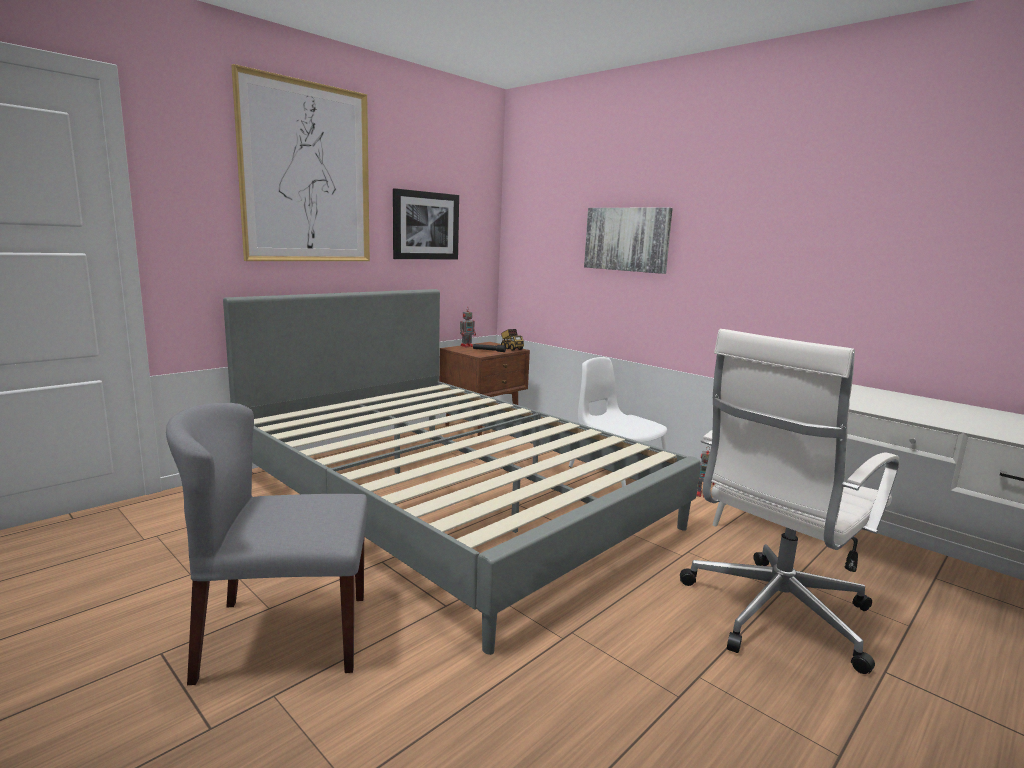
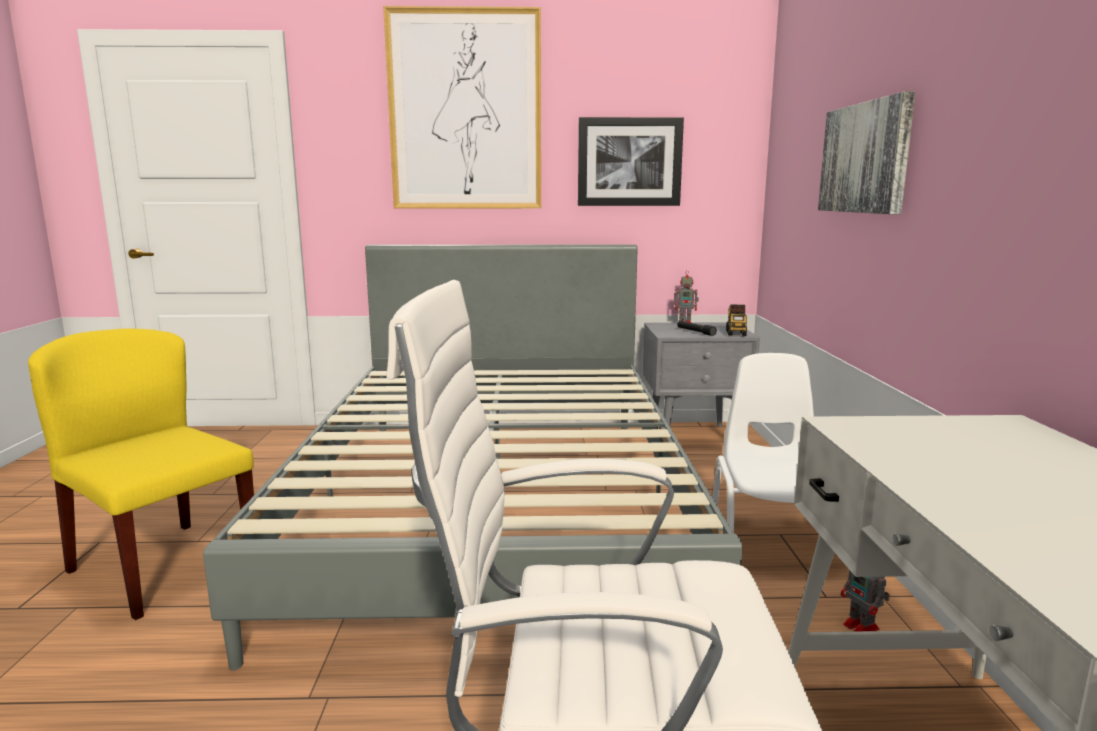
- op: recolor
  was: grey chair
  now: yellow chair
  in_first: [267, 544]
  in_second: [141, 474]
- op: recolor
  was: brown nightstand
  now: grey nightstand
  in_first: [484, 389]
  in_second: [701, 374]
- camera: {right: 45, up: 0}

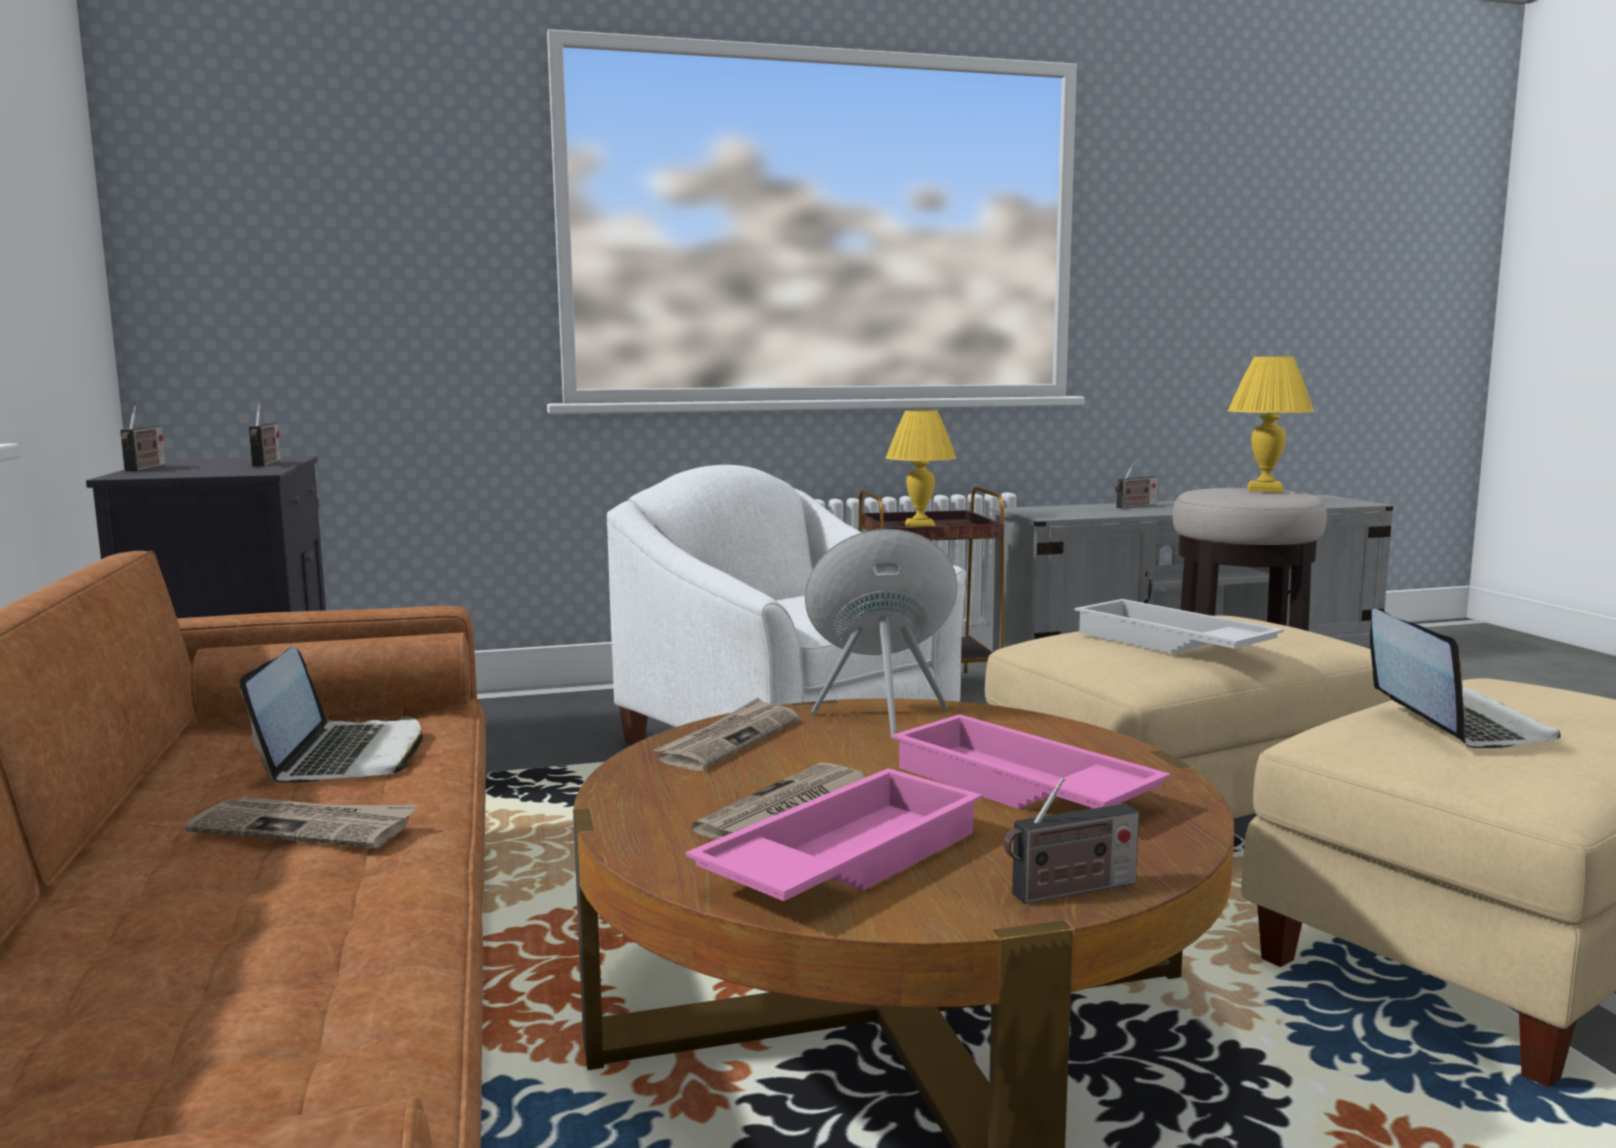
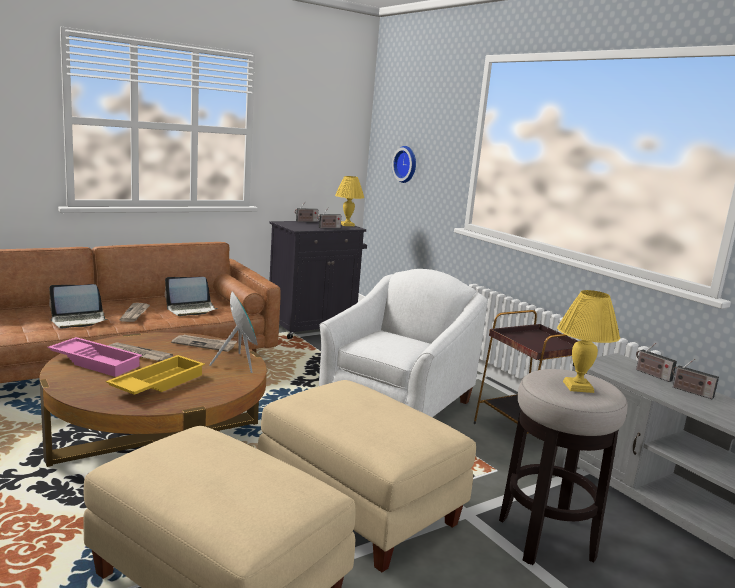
- op: delete
  was: white tray
  in_first: [1179, 626]
- op: insert
  now: wall clock
  in_second: [404, 164]
- op: move
  was: yellow table lamp
  in_first: [921, 468]
  in_second: [349, 201]
- op: move
  was: radio
  in_first: [1071, 840]
  in_second: [656, 362]
- op: move
  was: laptop
  in_first: [1465, 678]
  in_second: [78, 306]
- op: recolor
  was: pink tray
  now: yellow tray
  in_first: [1031, 761]
  in_second: [155, 375]
- camera: {right: 70, up: 5}

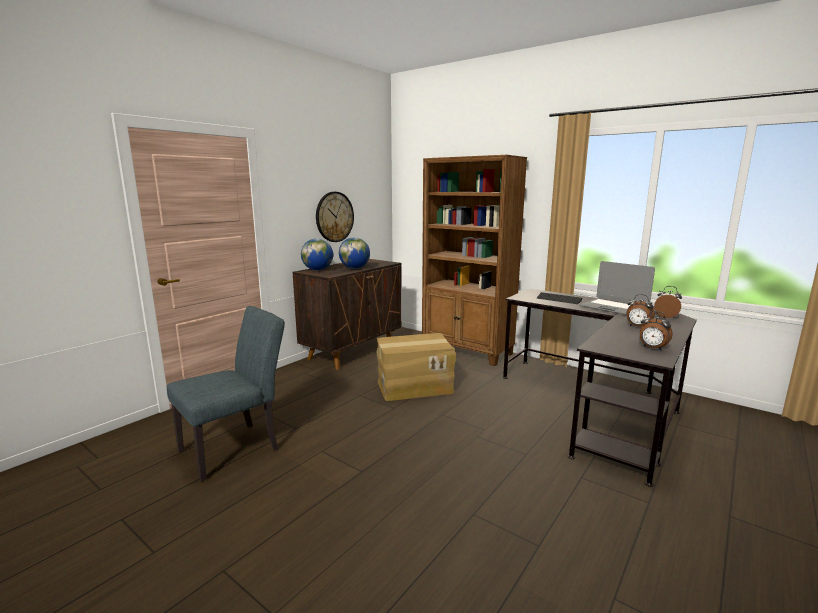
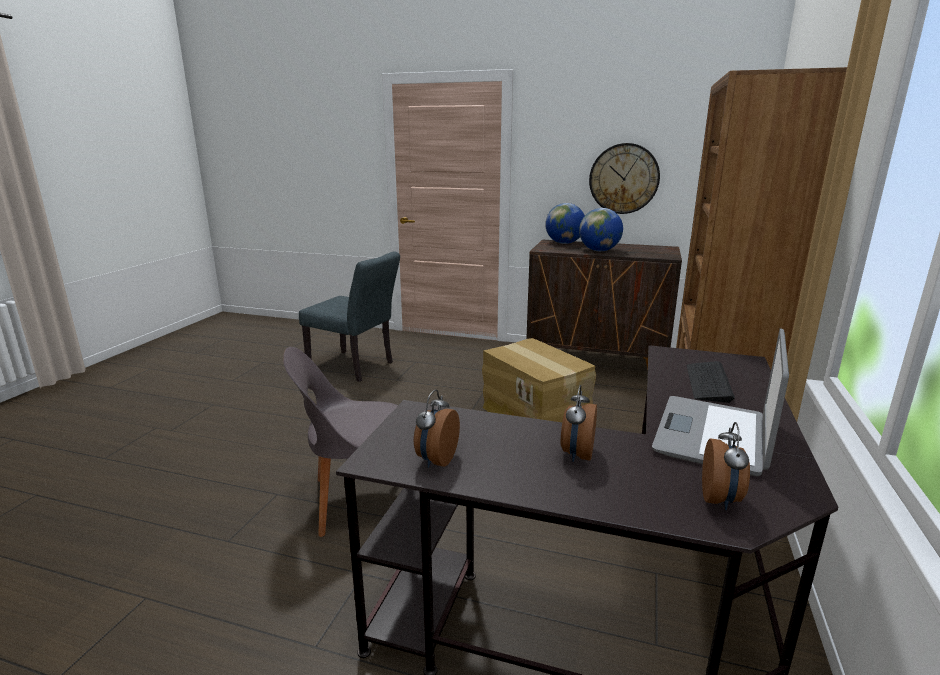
- op: insert
  now: grey chair
  in_second: [340, 442]
- camera: {right: 70, up: 5}

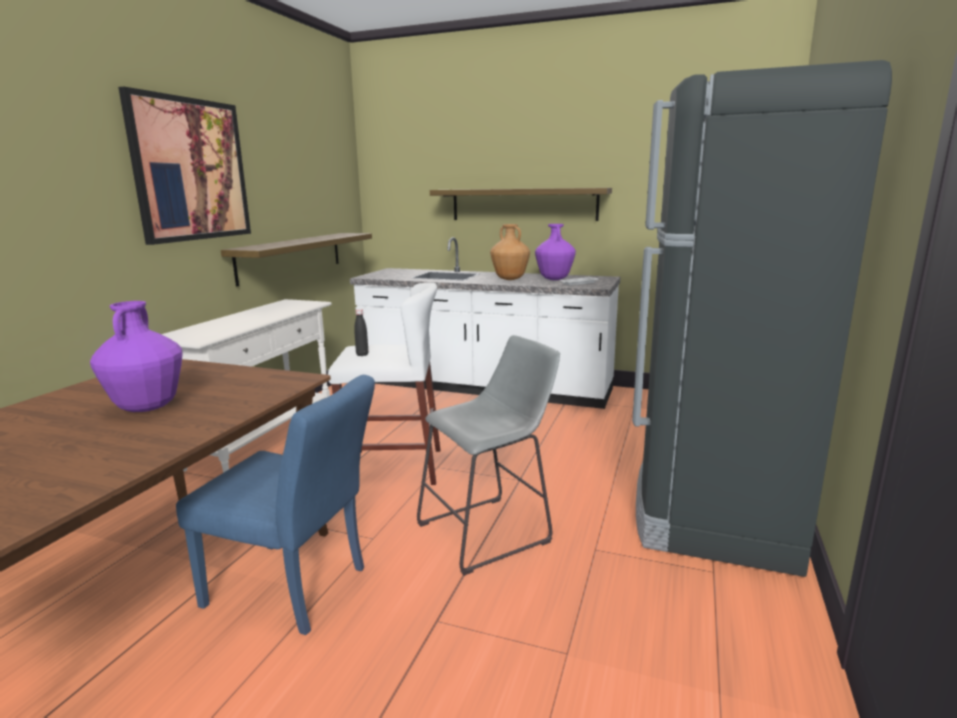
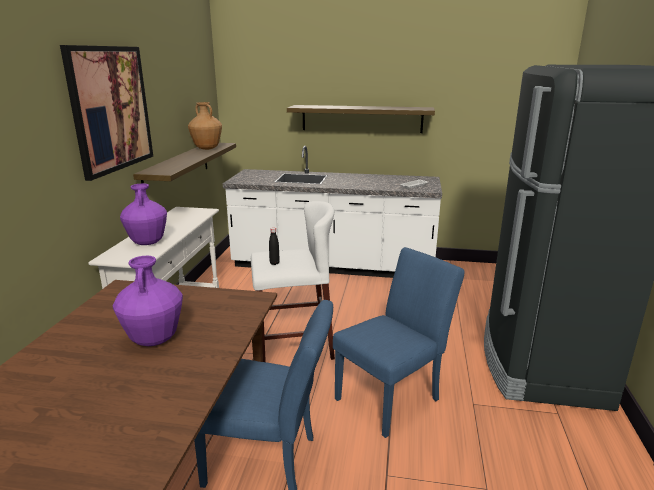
- op: move
  was: brown vase
  in_first: [510, 252]
  in_second: [205, 126]
- op: move
  was: purple vase
  in_first: [555, 252]
  in_second: [143, 214]
- op: replace
  was: grey stool
  now: blue chair
  in_first: [488, 455]
  in_second: [399, 342]
- camera: {right: -10, up: 5}

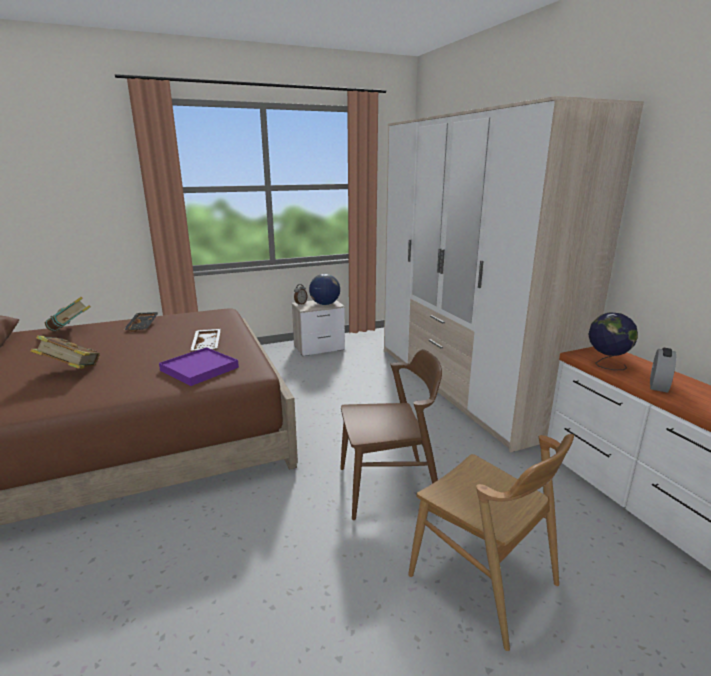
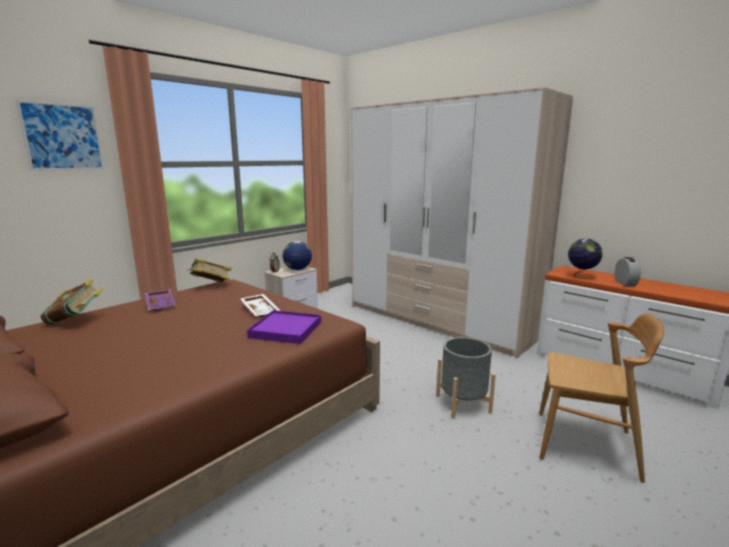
- op: insert
  now: picture
  in_second: [60, 135]
- op: move
  was: book
  in_first: [65, 352]
  in_second: [209, 270]
- op: replace
  was: brown chair
  now: grey planter
  in_first: [391, 434]
  in_second: [466, 378]
- op: recolor
  was: black tray
  now: purple tray
  in_first: [141, 322]
  in_second: [160, 300]
- camera: {right: -25, up: -5}

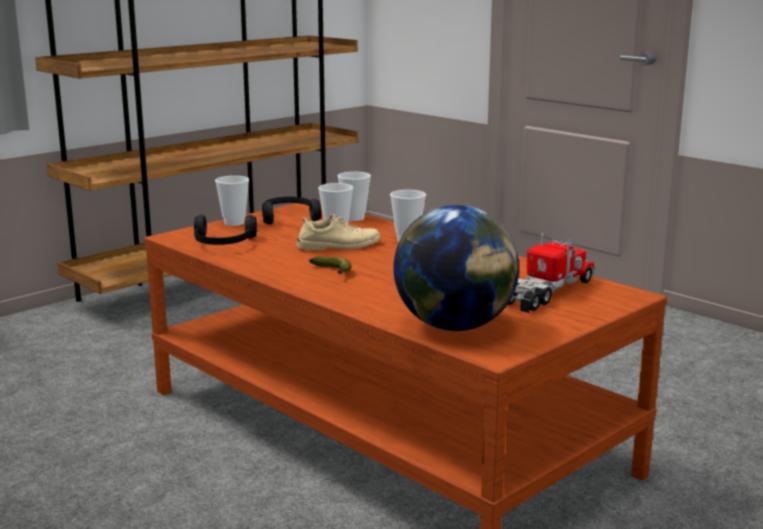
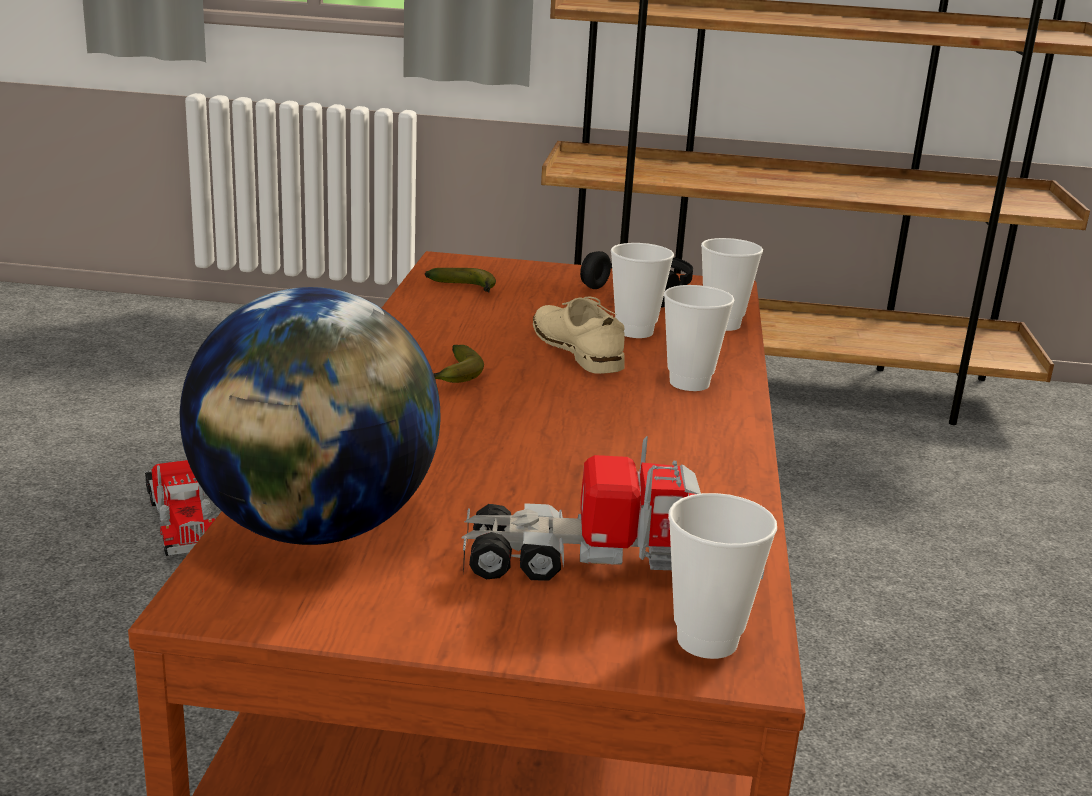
- op: insert
  now: toy truck
  in_second: [180, 508]
- op: move
  was: cup
  in_first: [232, 201]
  in_second: [722, 576]
- op: replace
  was: black headphones
  now: banana
  in_first: [225, 230]
  in_second: [460, 280]
- op: rotate
  was: beige shoe
  in_first: [339, 232]
  in_second: [579, 335]
  clockwise: -150
- camera: {right: 50, up: 5}

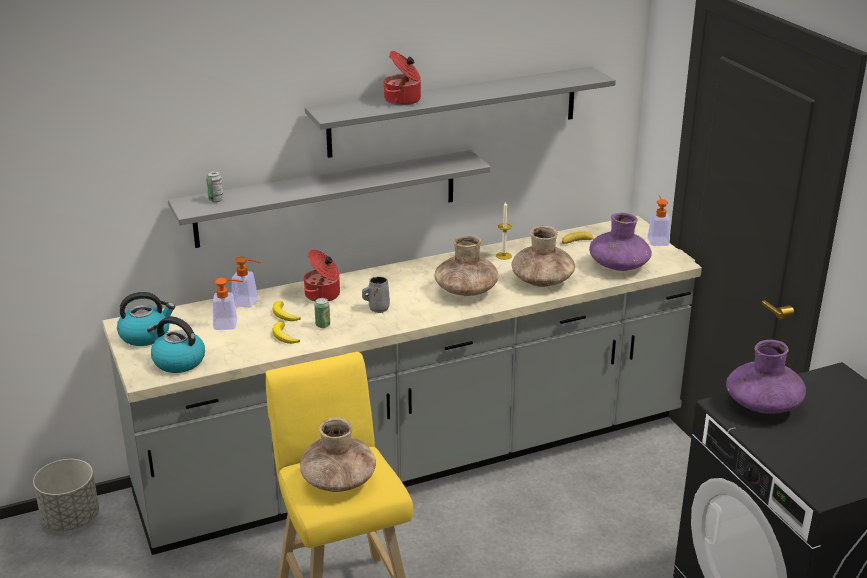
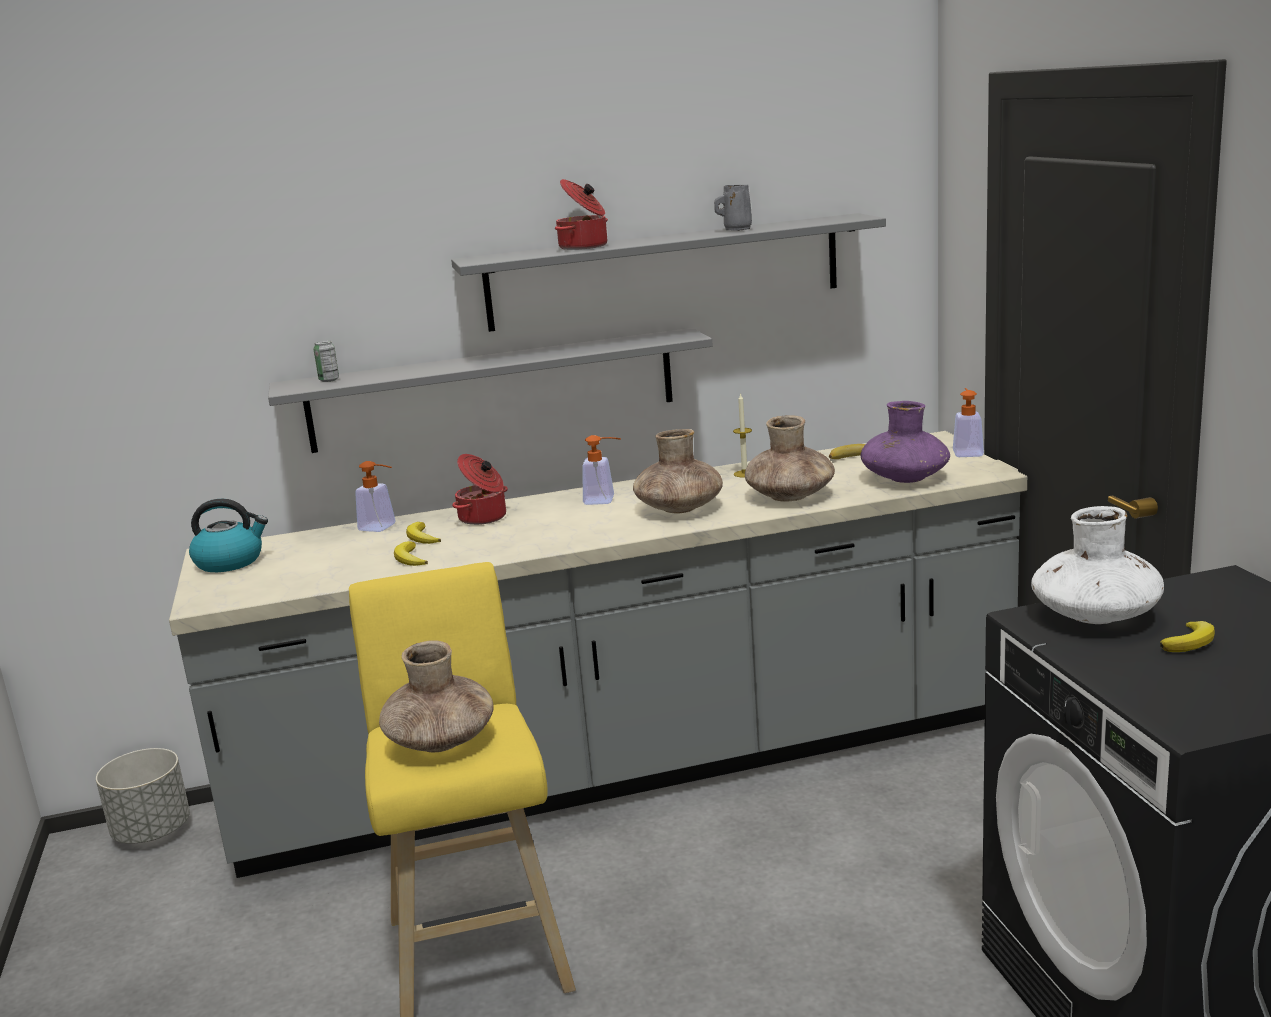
- op: delete
  was: kettle
  in_first: [176, 344]
- op: delete
  was: can
  in_first: [322, 313]
- op: insert
  now: banana
  in_second: [1187, 636]
- op: move
  was: soap dispenser
  in_first: [228, 304]
  in_second: [601, 470]
- op: move
  was: grey mug
  in_first: [376, 294]
  in_second: [733, 207]
- op: recolor
  was: purple vase
  now: white vase
  in_first: [766, 377]
  in_second: [1097, 565]
- camera: {right: 10, up: -10}

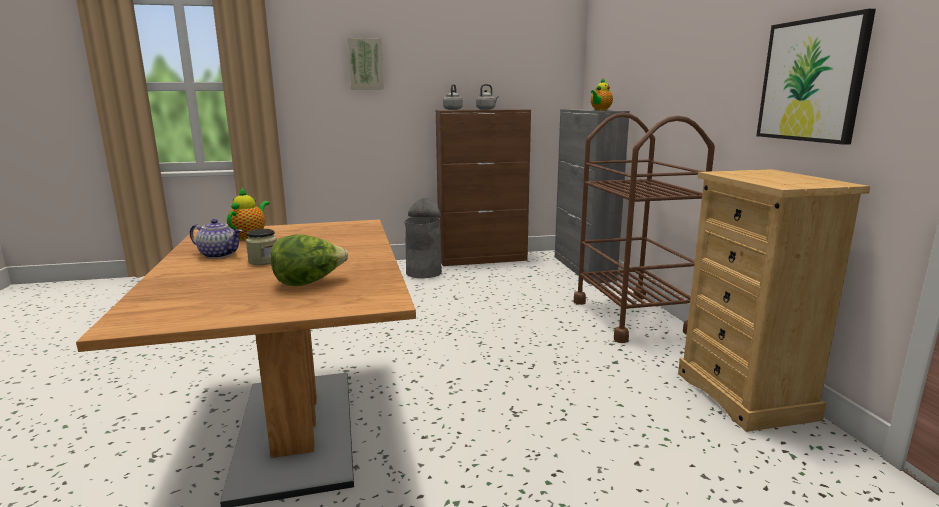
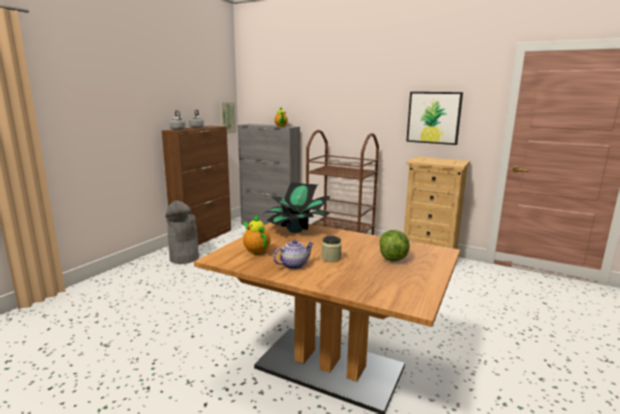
- op: insert
  now: potted plant
  in_second: [296, 208]
- op: move
  was: picture
  in_first: [366, 64]
  in_second: [227, 118]
- camera: {right: -50, up: 0}

